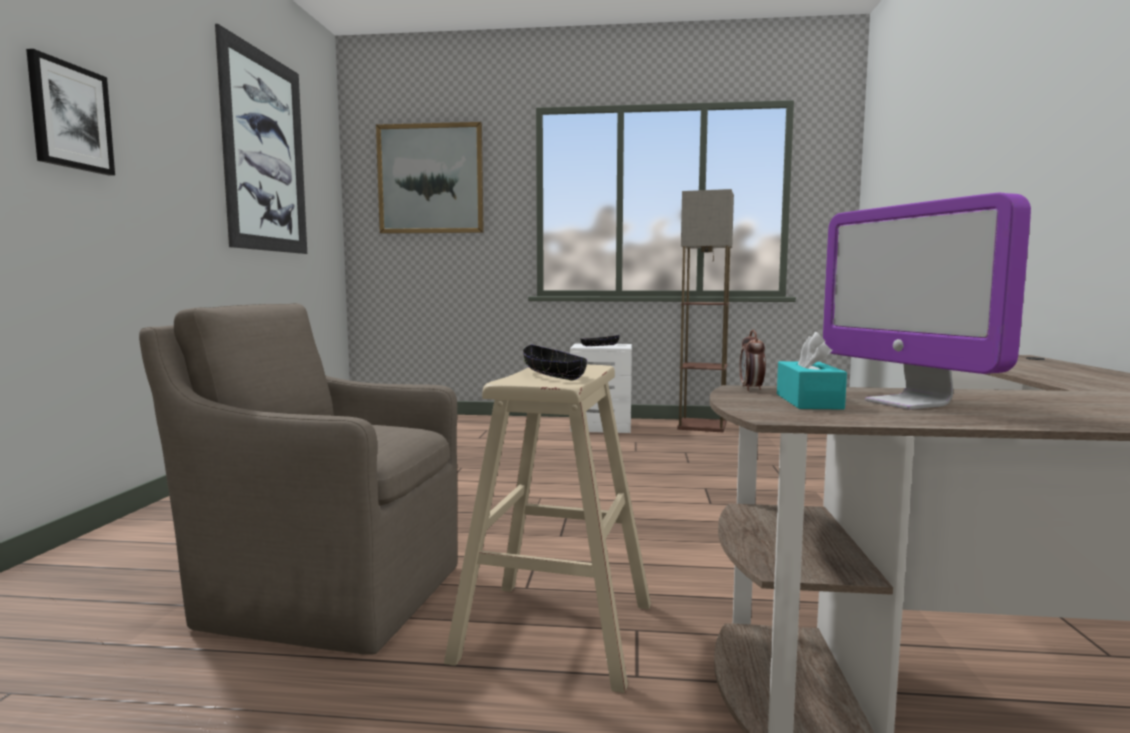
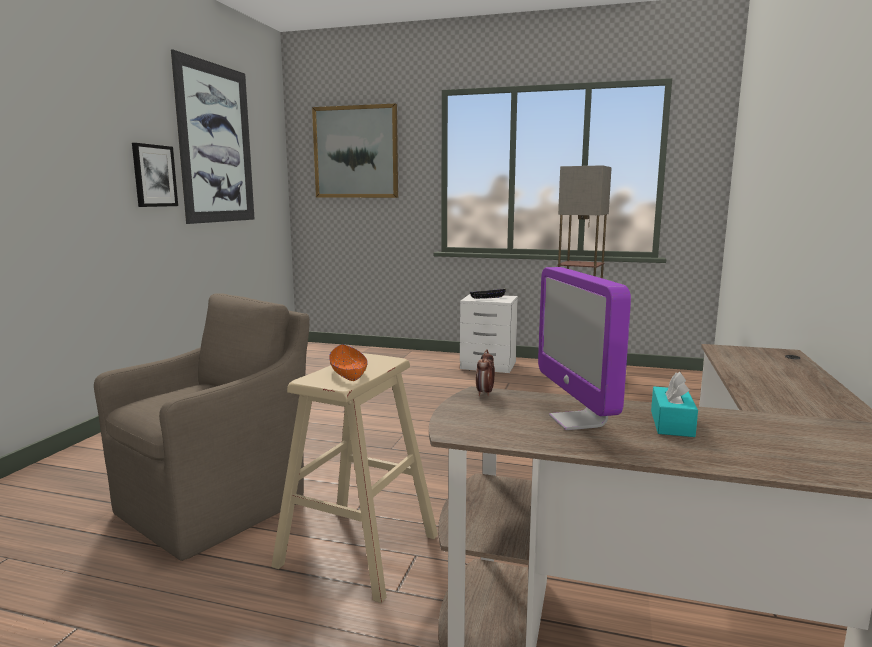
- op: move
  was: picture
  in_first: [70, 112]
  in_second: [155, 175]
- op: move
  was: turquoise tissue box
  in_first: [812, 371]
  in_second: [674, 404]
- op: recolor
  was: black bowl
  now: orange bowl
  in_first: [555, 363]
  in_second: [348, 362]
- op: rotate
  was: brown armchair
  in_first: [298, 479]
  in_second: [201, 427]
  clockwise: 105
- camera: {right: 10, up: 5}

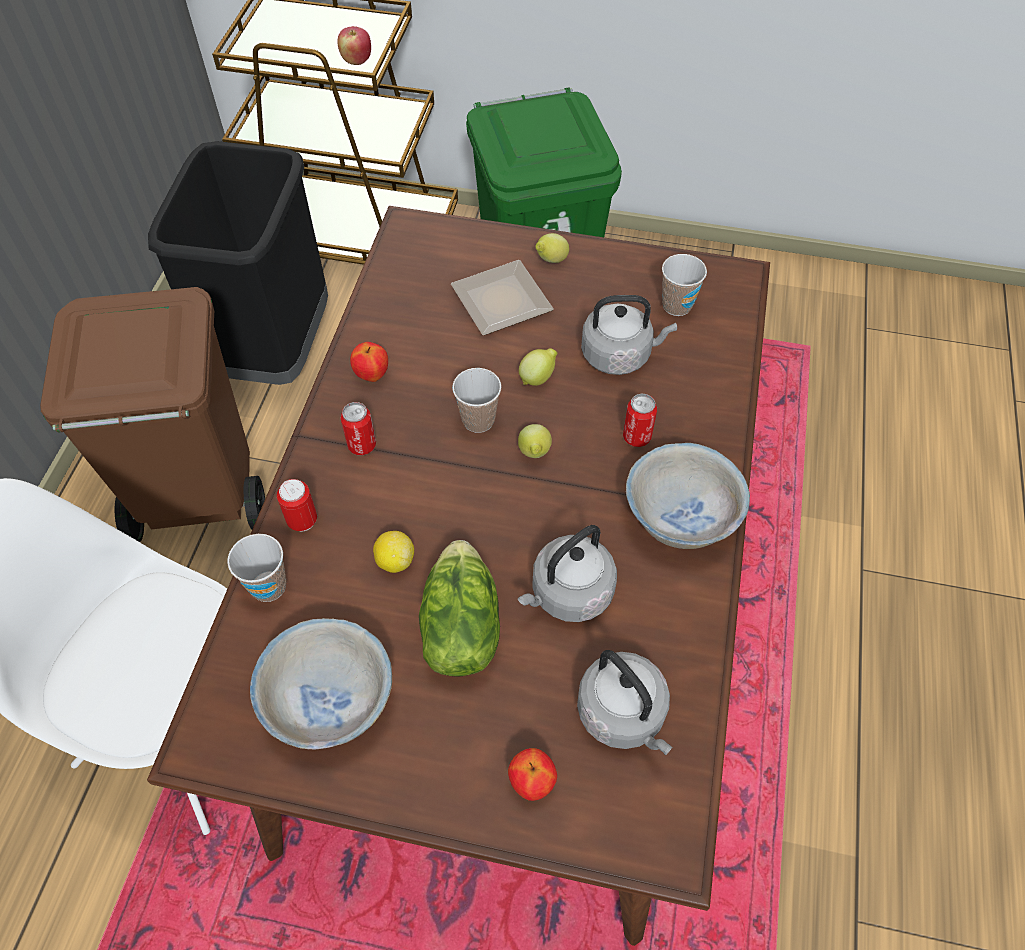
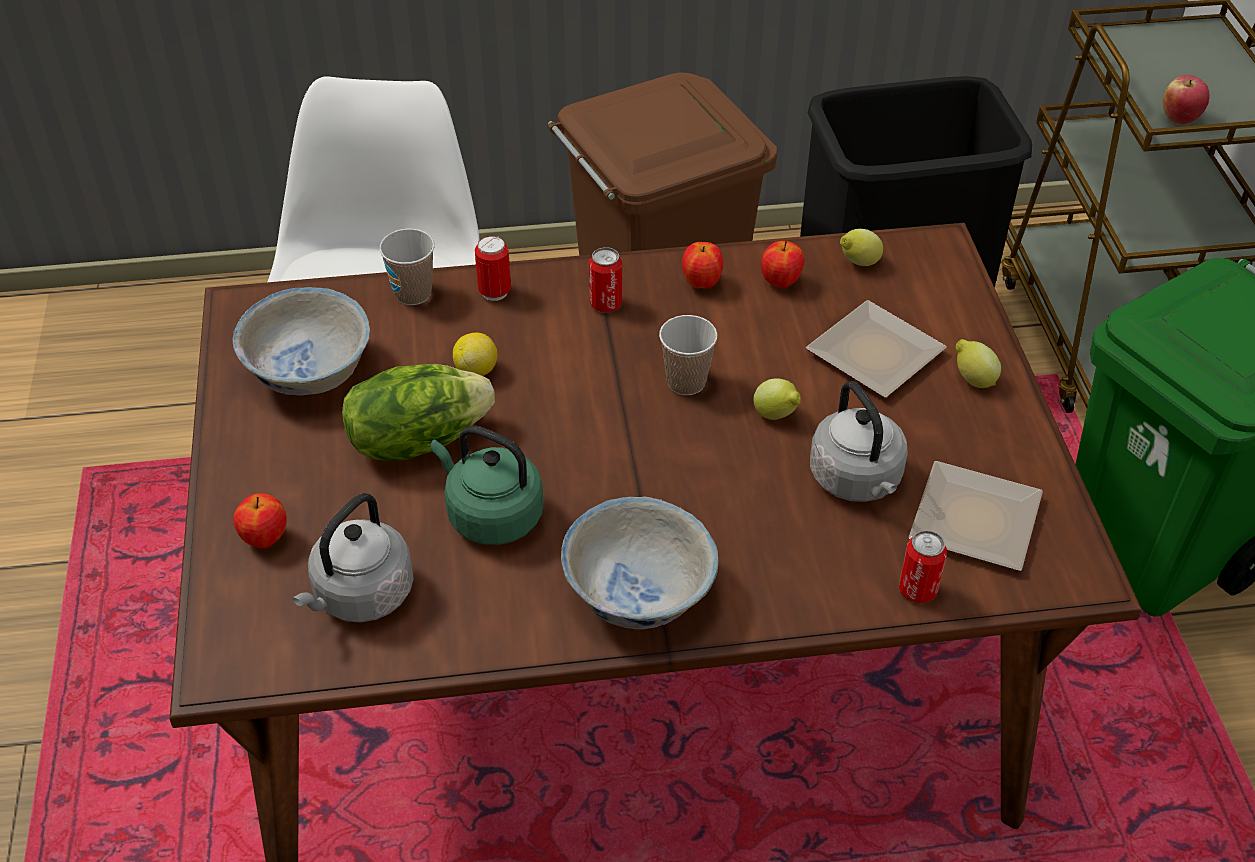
- op: insert
  now: apple
  in_second: [782, 265]
- op: move
  was: lemon
  in_first: [535, 441]
  in_second: [861, 247]
- op: move
  was: can
  in_first: [640, 420]
  in_second: [923, 566]
- op: replace
  was: cup
  now: plate
  in_first: [684, 285]
  in_second: [976, 516]
- op: recolor
  was: grey kettle
  now: green kettle
  in_first: [567, 573]
  in_second: [486, 485]
- camera: {right: 70, up: -10}

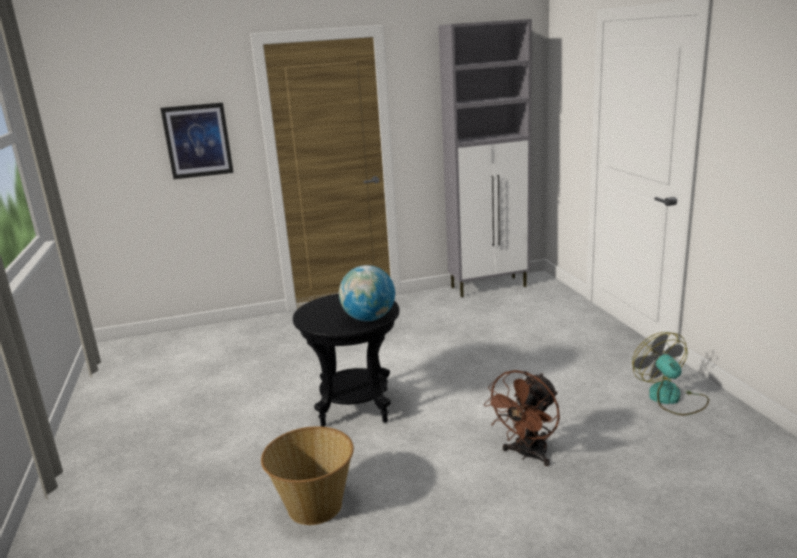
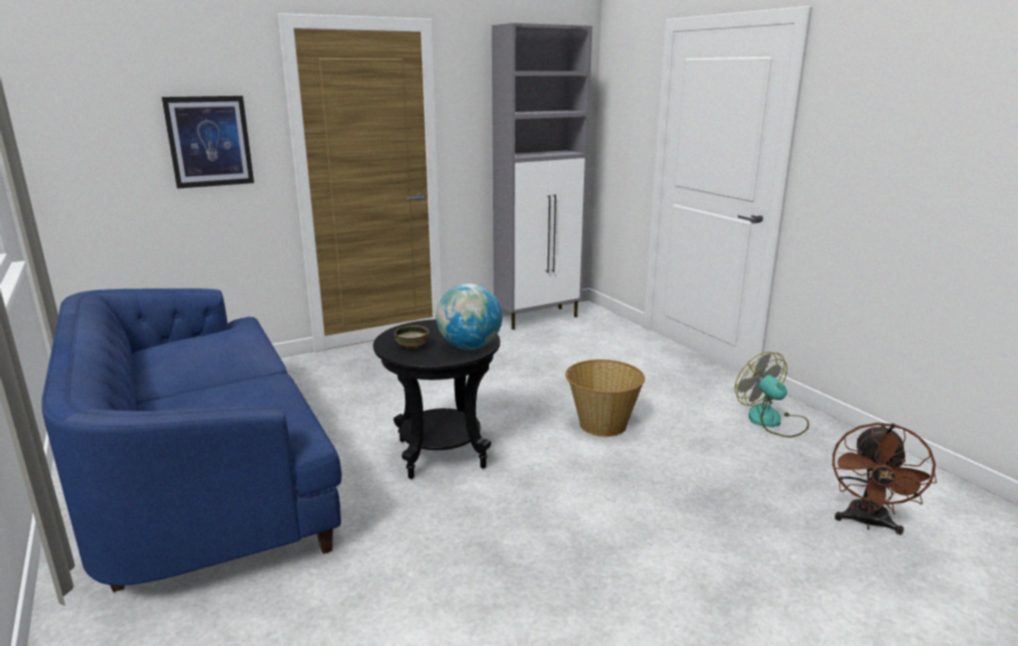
- op: insert
  now: blue sofa
  in_second: [192, 440]
- op: insert
  now: bowl
  in_second: [412, 337]
- op: move
  was: basket
  in_first: [307, 475]
  in_second: [605, 398]
- op: move
  was: brown fan
  in_first: [522, 418]
  in_second: [884, 479]
- camera: {right: -15, up: 0}

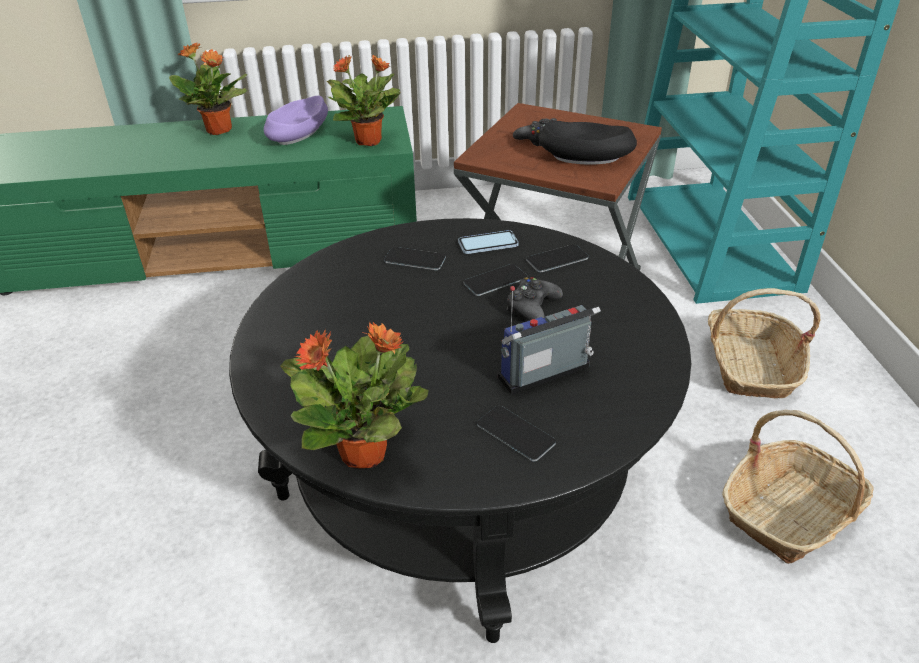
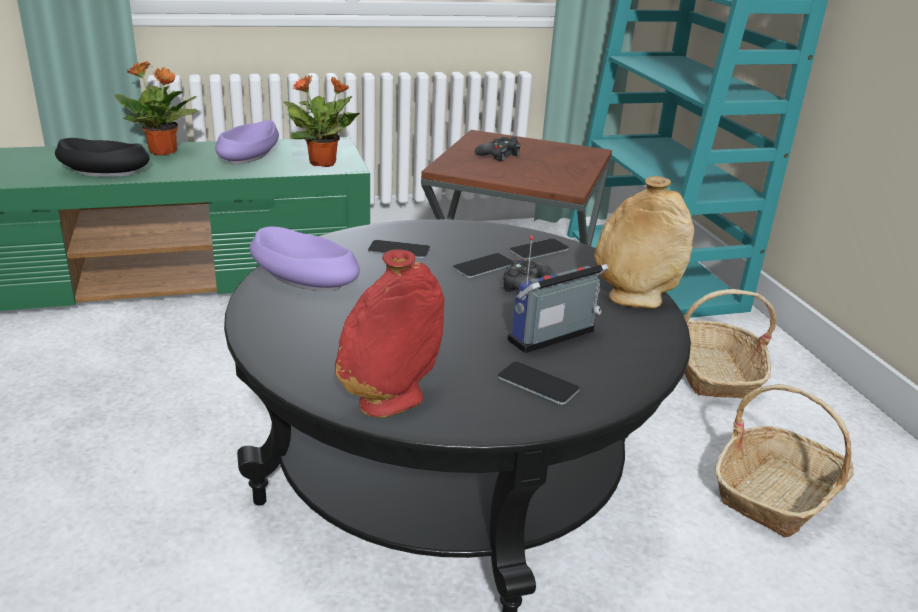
- op: delete
  was: phone
  in_first: [488, 242]
- op: insert
  now: purple bowl
  in_second: [305, 259]
- op: insert
  now: beige vase
  in_second: [644, 242]
- op: move
  was: black bowl
  in_first: [587, 142]
  in_second: [102, 157]
- op: replace
  was: potted plant
  now: red vase
  in_first: [354, 395]
  in_second: [389, 333]
- camera: {right: -10, up: -10}

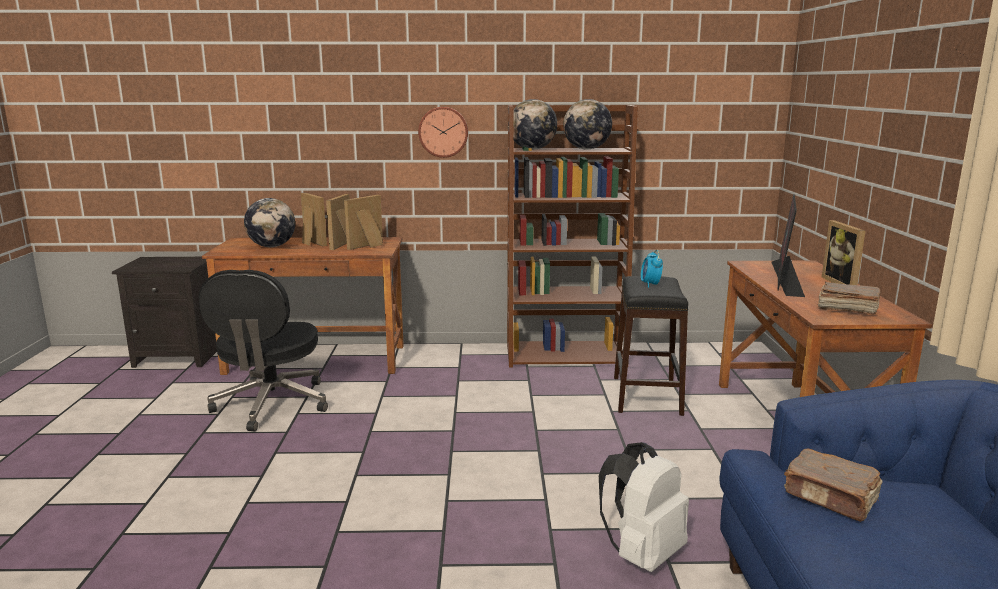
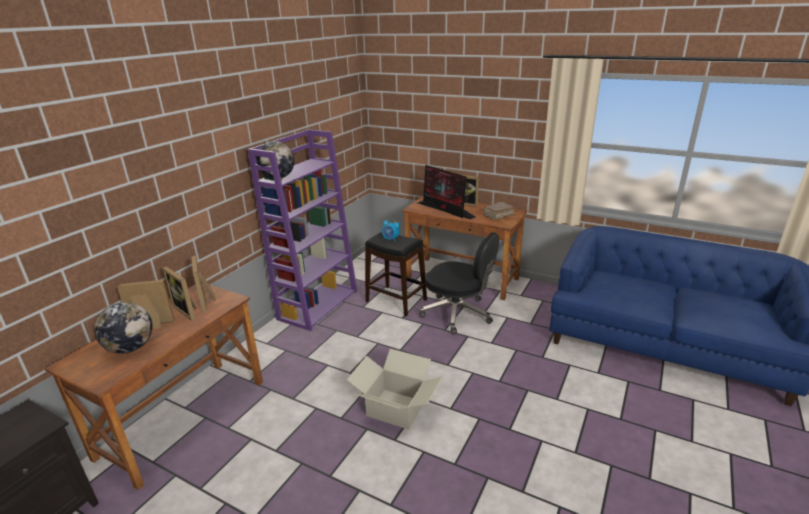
- op: delete
  was: wall clock
  in_first: [443, 132]
- op: delete
  was: globe
  in_first: [587, 124]
- op: delete
  was: white backpack
  in_first: [644, 507]
- op: delete
  was: brown book
  in_first: [833, 485]
- op: insert
  now: cardboard box
  in_second: [395, 389]
- op: move
  was: black office chair
  in_first: [263, 350]
  in_second: [459, 283]
- op: recolor
  was: brown bookcase
  now: purple bookcase
  in_first: [572, 236]
  in_second: [302, 230]
- camera: {right: -60, up: 10}

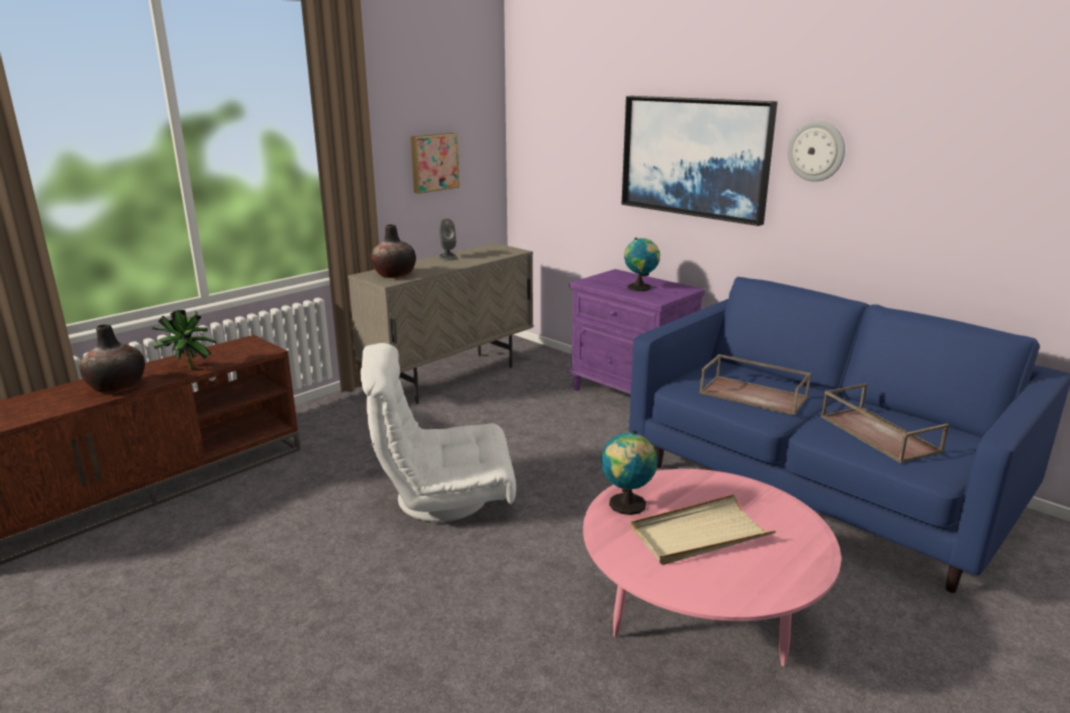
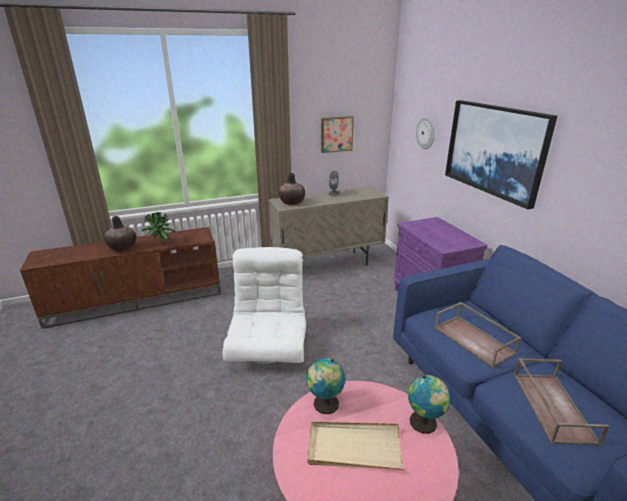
- op: move
  was: globe
  in_first: [642, 264]
  in_second: [429, 404]
- op: move
  was: wall clock
  in_first: [816, 151]
  in_second: [425, 133]
- op: rotate
  was: white armchair
  in_first: [438, 432]
  in_second: [264, 305]
  clockwise: 75
- camera: {right: 25, up: 5}

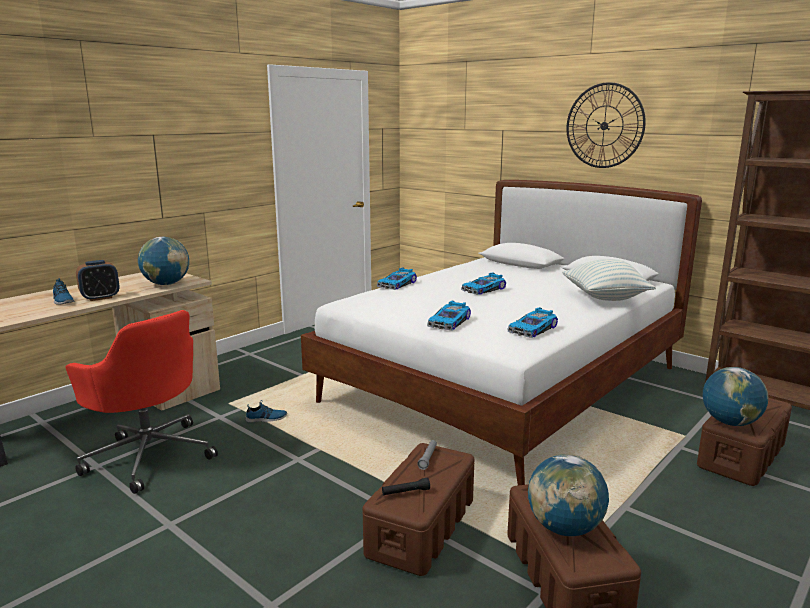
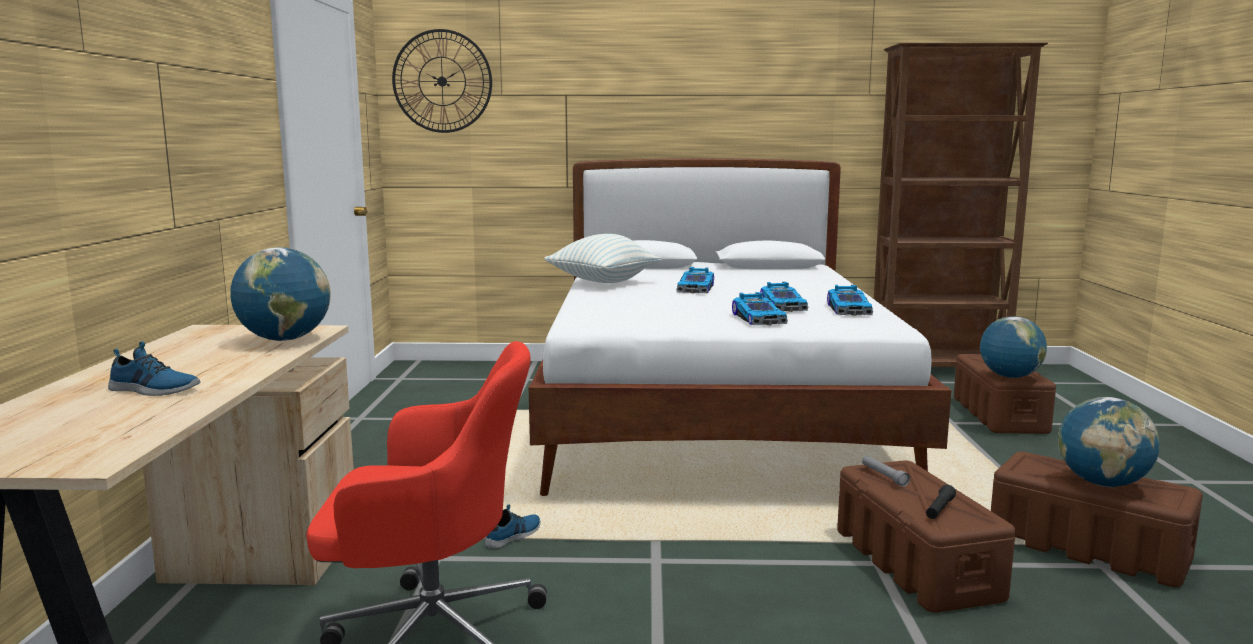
- op: delete
  was: alarm clock
  in_first: [97, 280]
- op: move
  was: toy car
  in_first: [397, 278]
  in_second: [784, 297]
- op: move
  was: pillow
  in_first: [609, 280]
  in_second: [603, 258]
- op: move
  was: wall clock
  in_first: [606, 125]
  in_second: [442, 81]
- camera: {right: -40, up: -5}

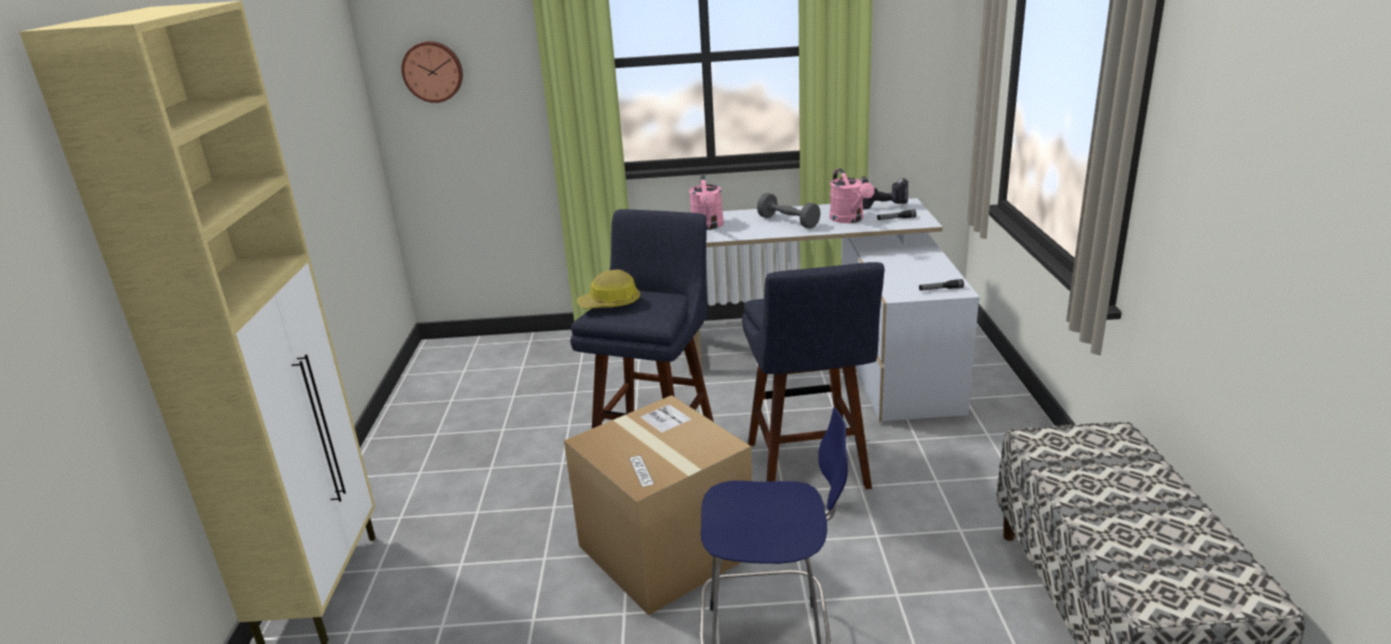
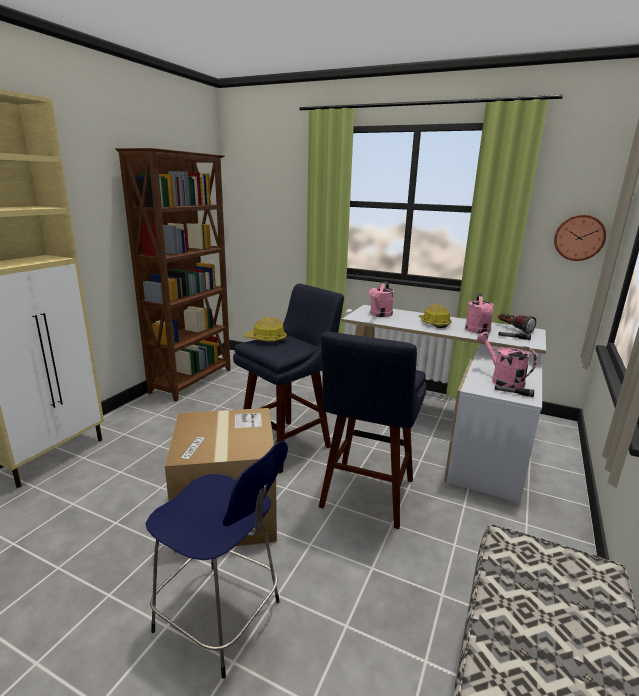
- op: insert
  now: brown bookcase
  in_second: [173, 274]
- op: insert
  now: pink watering can
  in_second: [507, 360]
- op: move
  was: wall clock
  in_first: [432, 72]
  in_second: [580, 238]
- op: replace
  was: grey dumbbell
  now: hard hat
  in_first: [789, 211]
  in_second: [435, 316]
- op: replace
  was: power drill
  now: flashlight
  in_first: [884, 192]
  in_second: [517, 324]
- camera: {right: 25, up: -5}

